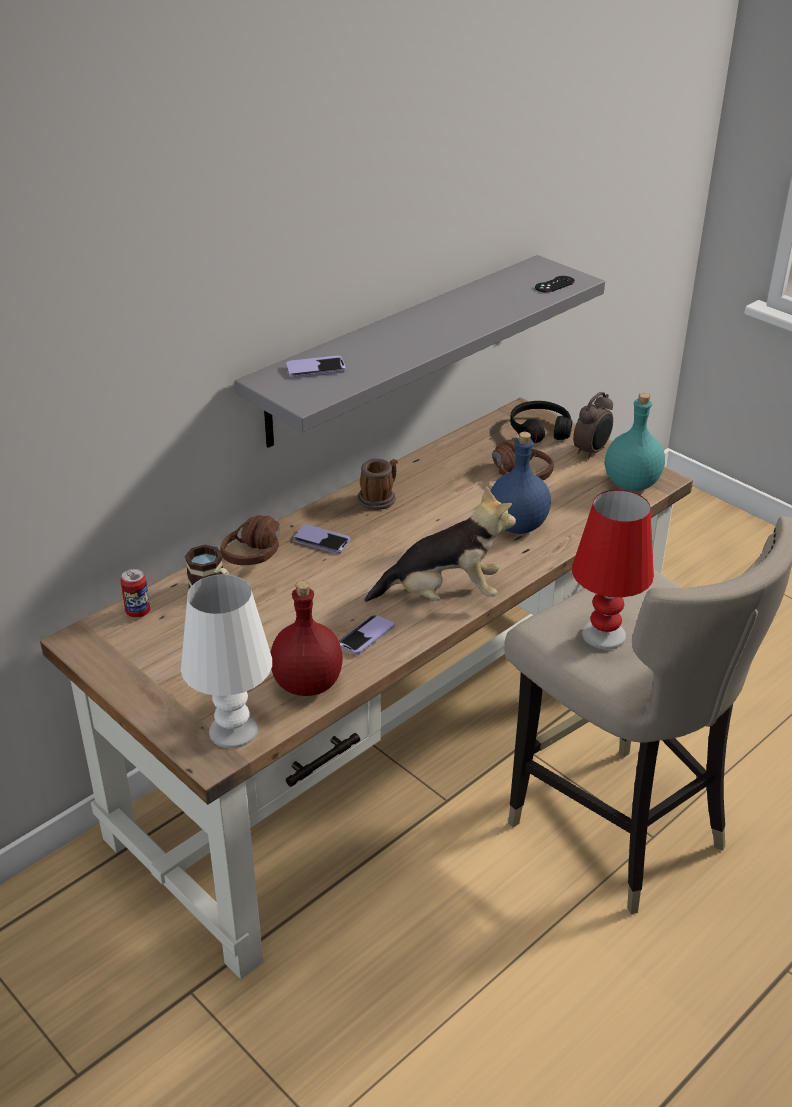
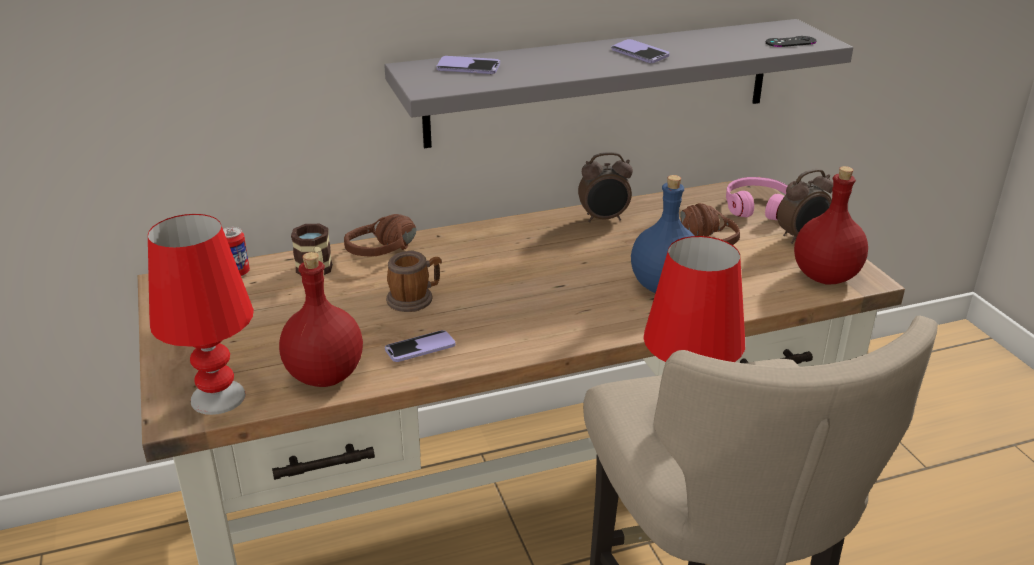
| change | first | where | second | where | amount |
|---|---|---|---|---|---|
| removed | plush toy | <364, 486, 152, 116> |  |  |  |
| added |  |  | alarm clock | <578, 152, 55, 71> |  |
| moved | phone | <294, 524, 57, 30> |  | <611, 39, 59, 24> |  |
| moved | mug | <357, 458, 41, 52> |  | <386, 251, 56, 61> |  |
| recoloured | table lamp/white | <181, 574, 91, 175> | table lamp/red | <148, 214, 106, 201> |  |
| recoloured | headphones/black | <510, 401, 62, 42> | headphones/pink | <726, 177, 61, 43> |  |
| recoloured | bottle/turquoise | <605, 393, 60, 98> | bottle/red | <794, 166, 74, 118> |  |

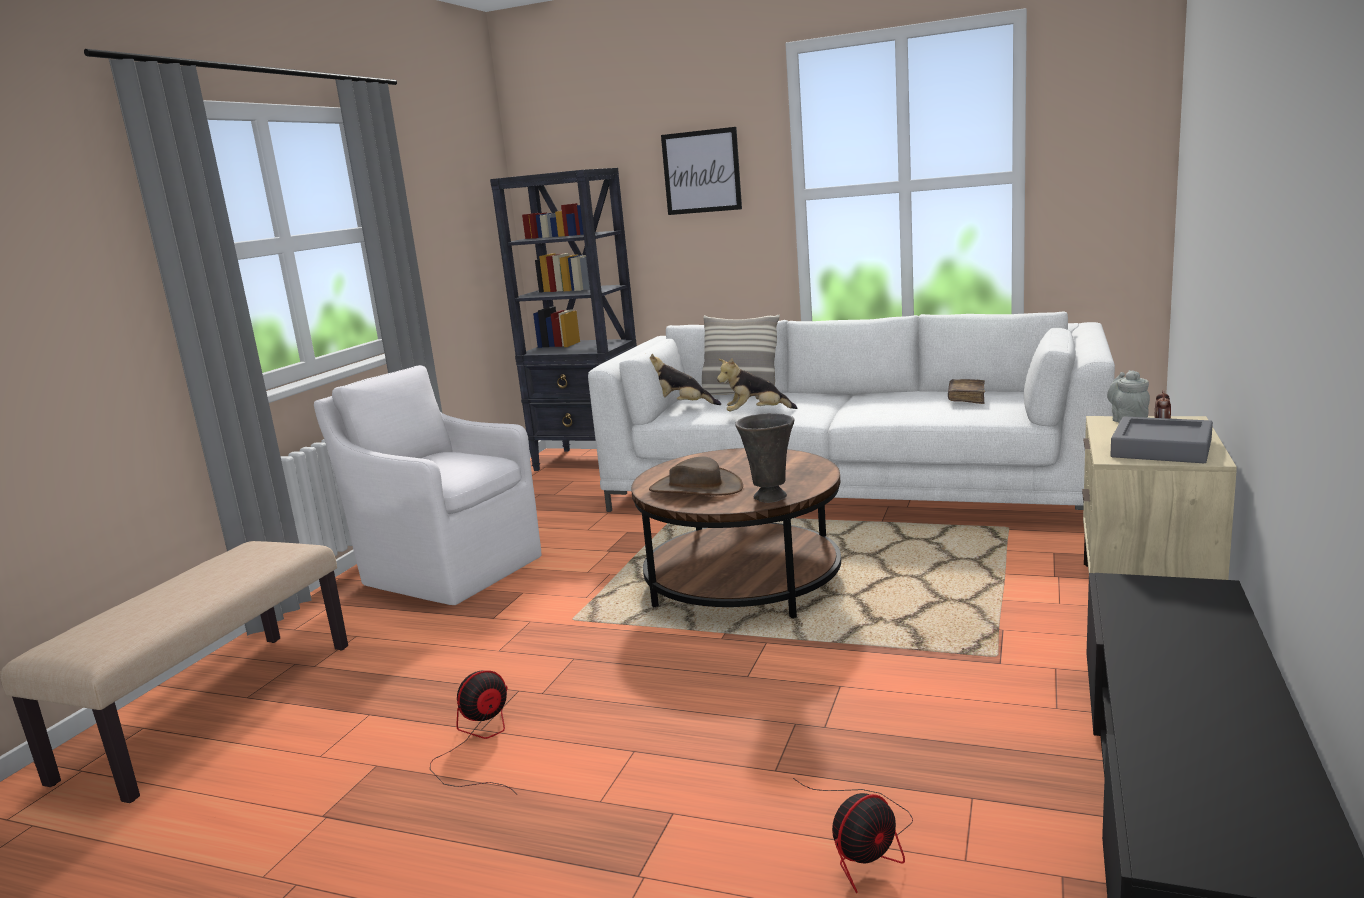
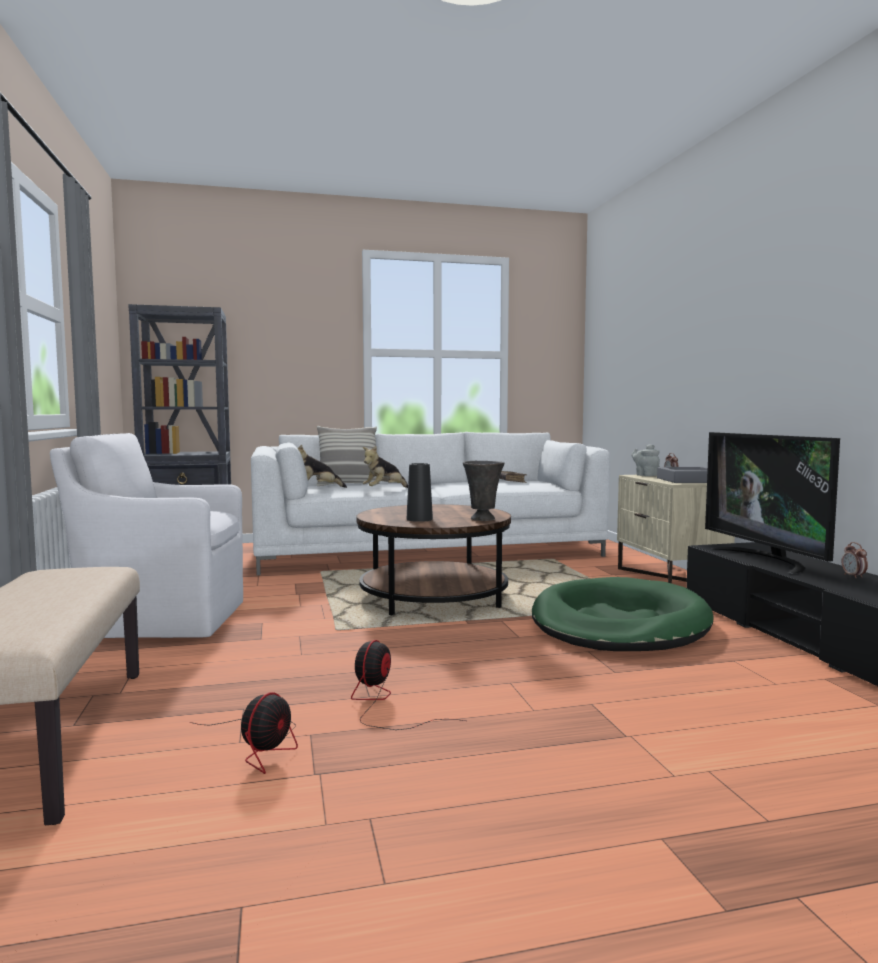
| change | first | where | second | where | amount |
|---|---|---|---|---|---|
| removed | picture | <661, 127, 81, 88> |  |  |  |
| added |  |  | dog bed/green | <532, 577, 182, 74> |  |
| added |  |  | television | <705, 432, 135, 142> |  |
| added |  |  | alarm clock | <841, 542, 27, 36> |  |
| moved | fan | <793, 778, 120, 115> |  | <190, 692, 108, 82> |  |
| replaced | hat/brown | <649, 457, 94, 39> | vase/black | <407, 463, 26, 59> |  |

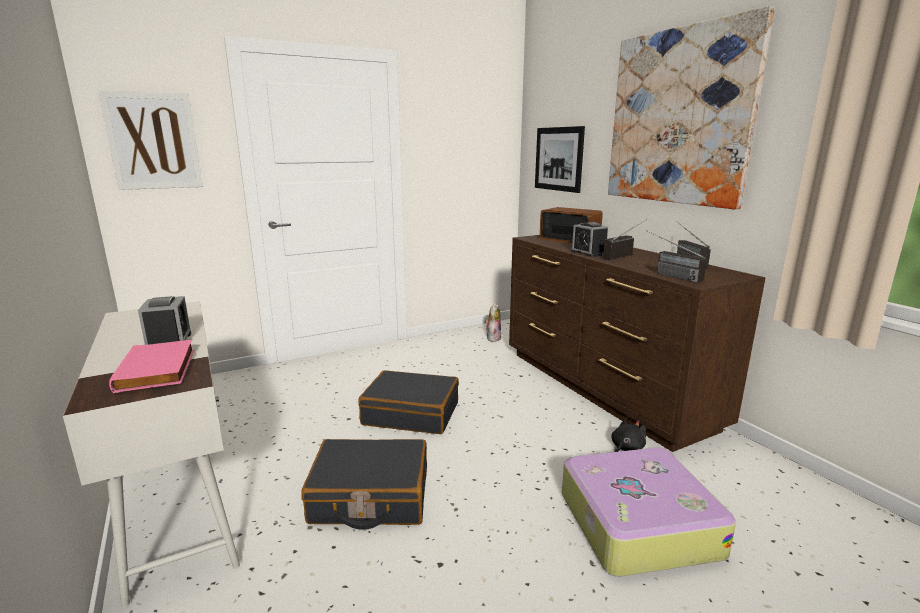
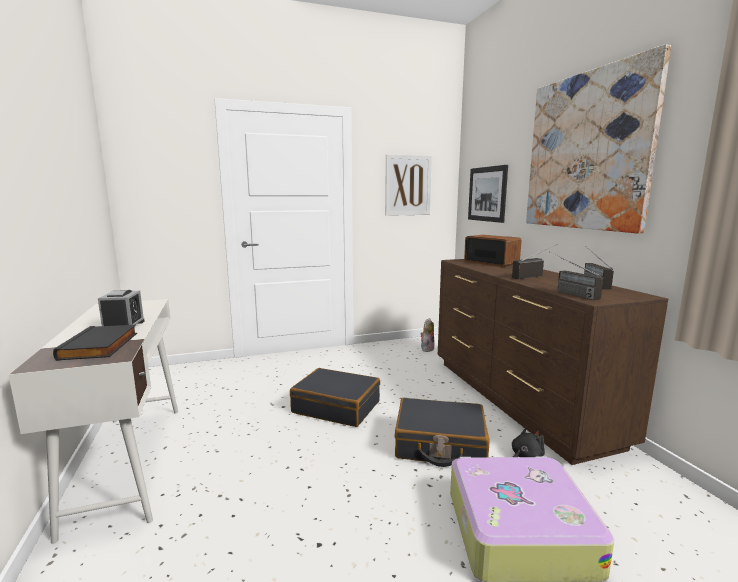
| change | first | where | second | where | amount |
|---|---|---|---|---|---|
| removed | alarm clock | <571, 222, 37, 35> |  |  |  |
| moved | picture | <98, 90, 105, 100> |  | <385, 154, 47, 62> |  |
| moved | suitcase/black | <301, 439, 126, 91> |  | <395, 398, 95, 69> |  |
| recoloured | book/pink | <109, 340, 85, 53> | book/black | <53, 325, 84, 36> |  |

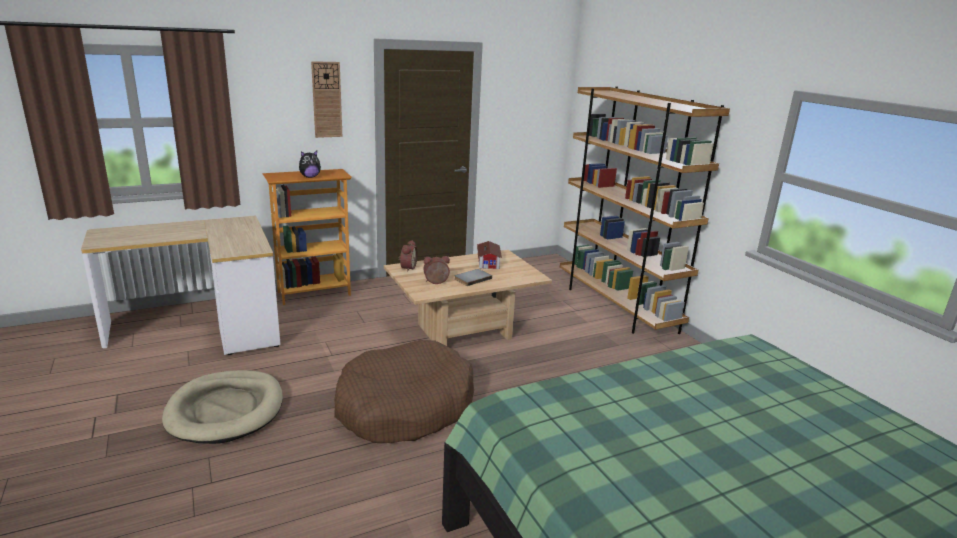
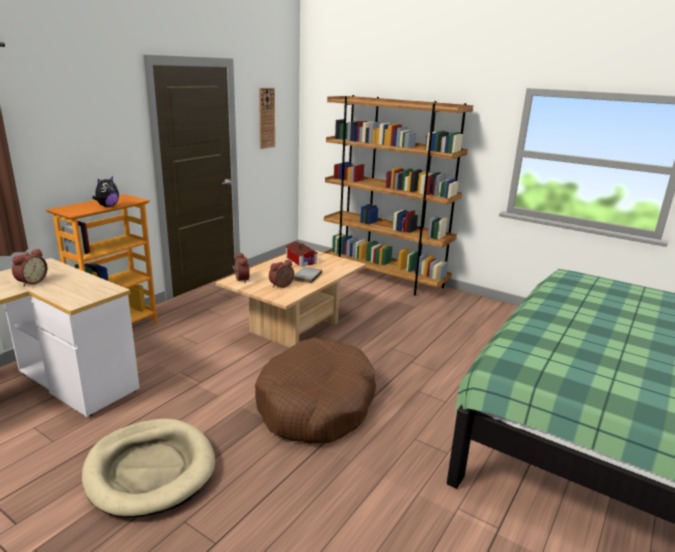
| change | first | where | second | where | amount |
|---|---|---|---|---|---|
| added |  |  | alarm clock | <12, 249, 35, 38> |  |
| moved | wall clock | <311, 61, 31, 77> |  | <259, 88, 16, 61> |  |

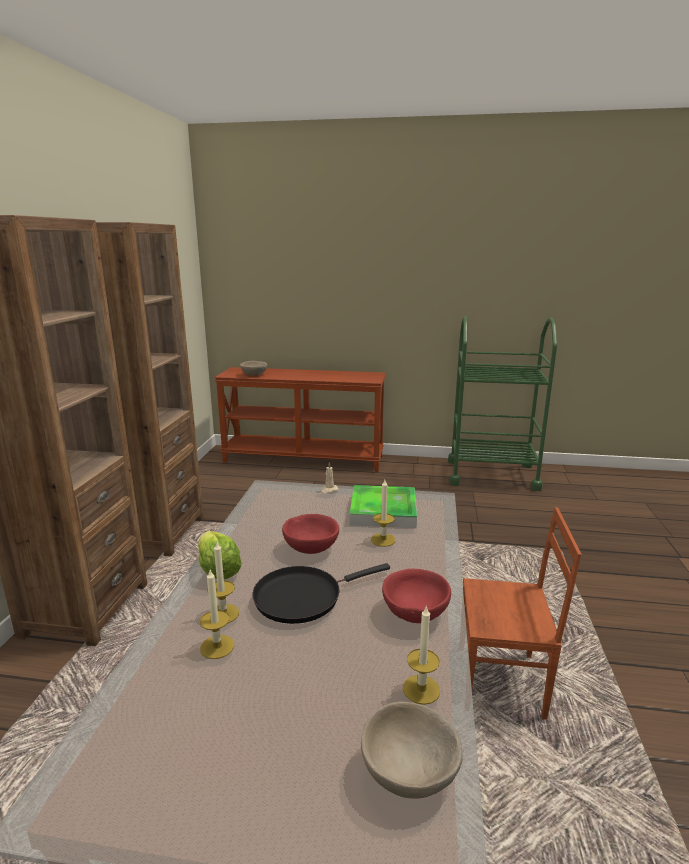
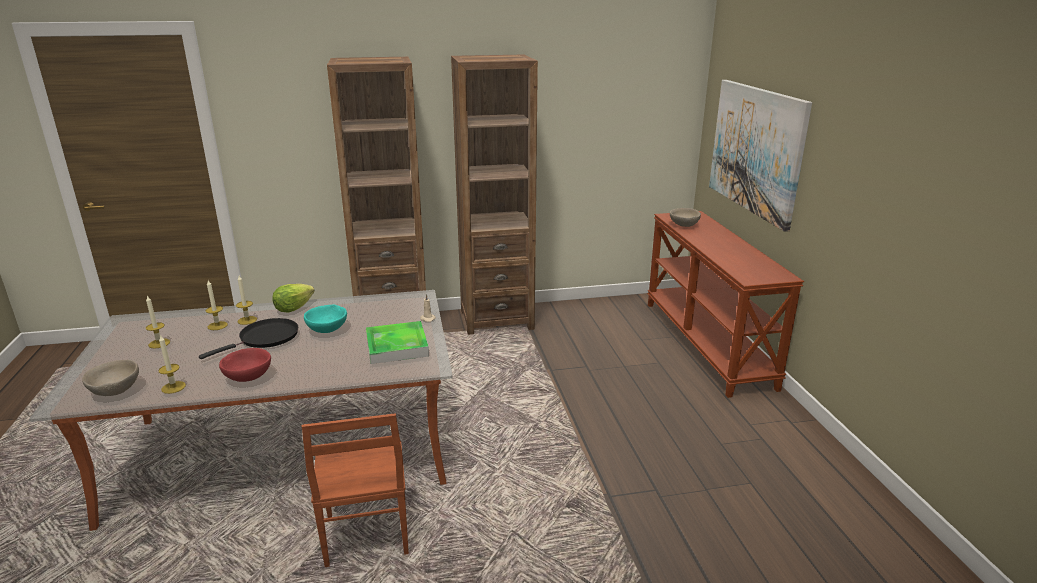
| change | first | where | second | where | amount |
|---|---|---|---|---|---|
| removed | cart/green | <448, 316, 109, 175> |  |  |  |
| added |  |  | picture | <709, 80, 103, 152> |  |
| moved | candle | <371, 480, 25, 67> |  | <146, 295, 24, 53> |  |
| recoloured | bowl/red | <282, 514, 57, 40> | bowl/turquoise | <304, 304, 43, 29> |  |
| turned | frying pan/black | <252, 563, 138, 61> |  | <199, 318, 99, 41> | 90 degrees clockwise |

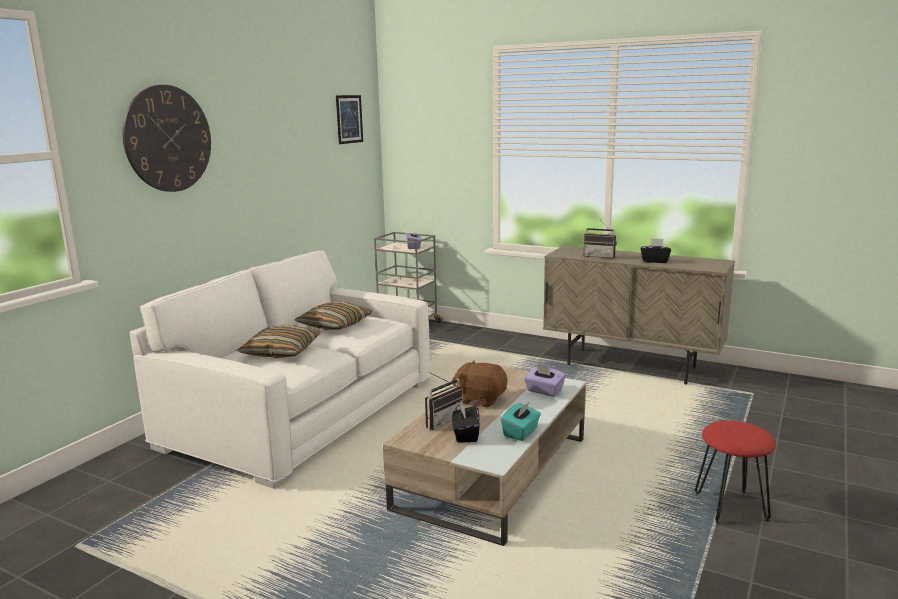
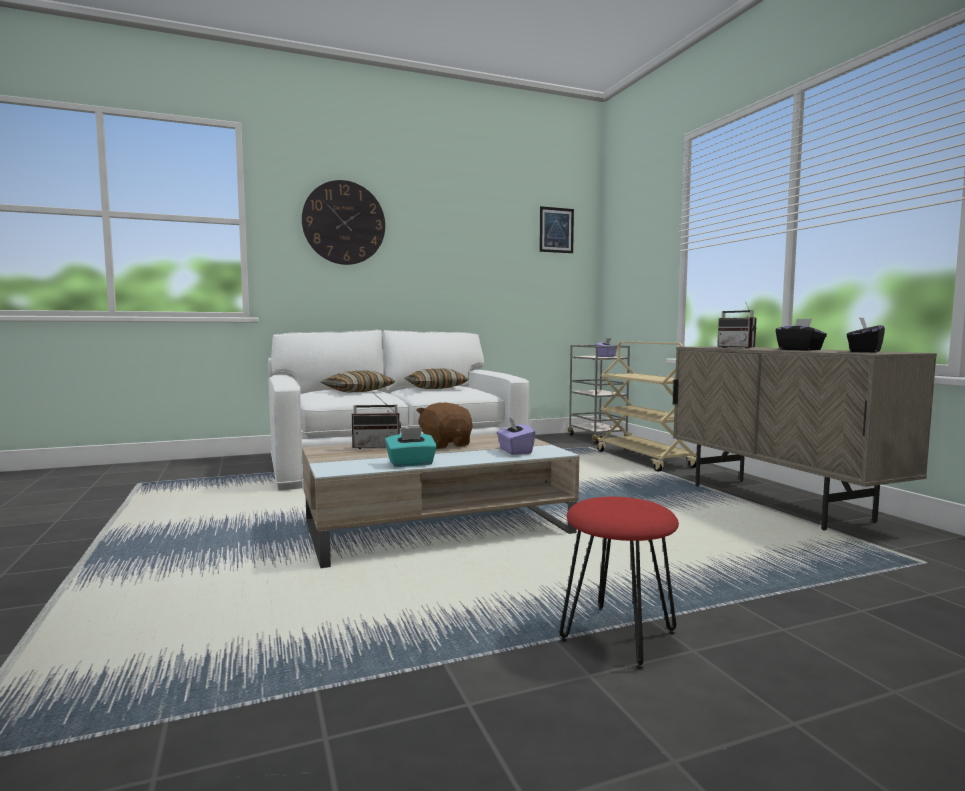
| change | first | where | second | where | amount |
|---|---|---|---|---|---|
| added |  |  | cart/beige | <598, 341, 99, 131> |  |
| moved | tissue box/black | <452, 403, 28, 39> |  | <847, 317, 38, 35> |  |

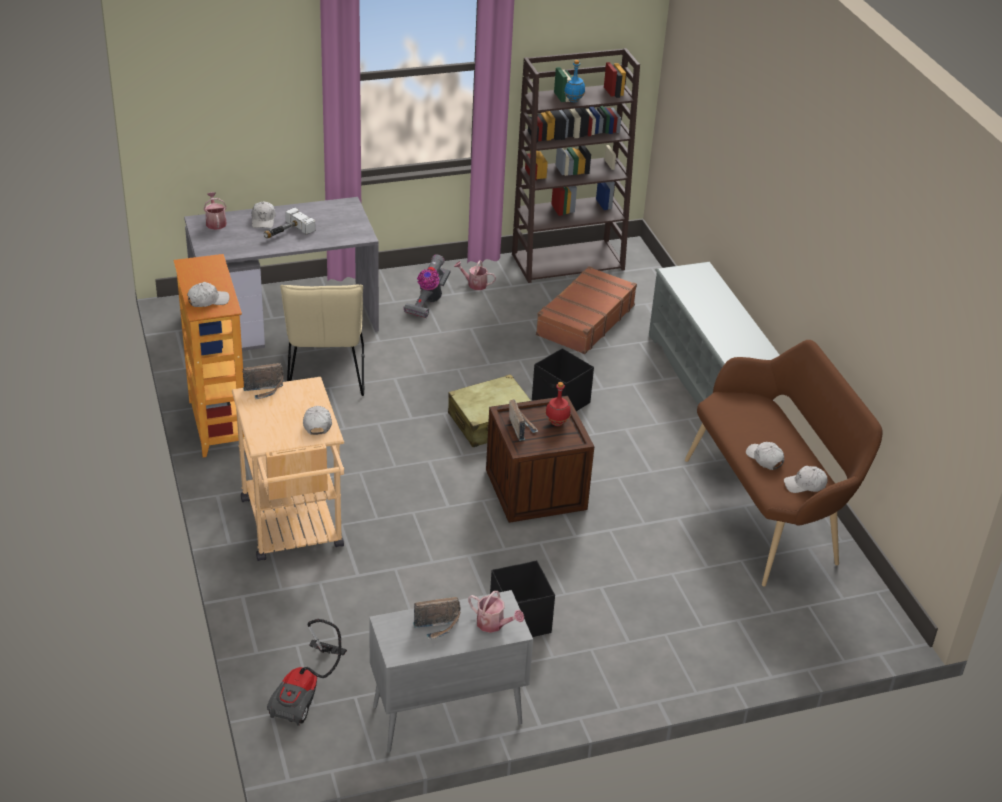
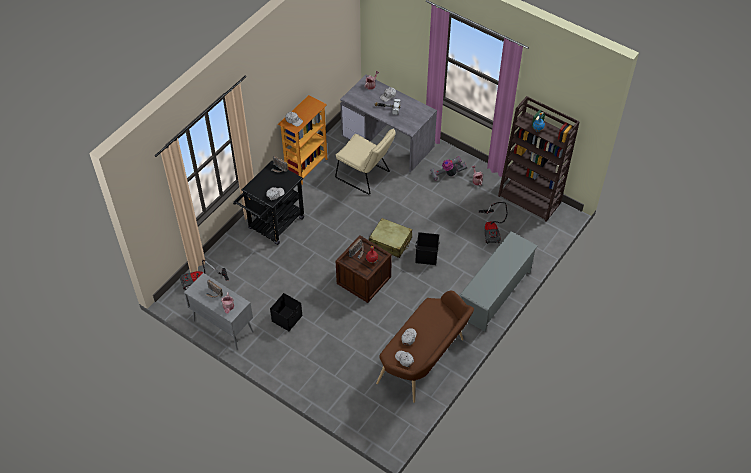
| change | first | where | second | where | amount |
|---|---|---|---|---|---|
| replaced | suitcase/brown | <536, 266, 101, 88> | vacuum cleaner | <479, 202, 29, 42> |  |
| recoloured | cart/beige | <232, 377, 112, 184> | cart/black | <233, 161, 71, 84> |  |
| turned | chair/beige | <280, 285, 85, 111> |  | <335, 128, 61, 67> | 105 degrees counterclockwise |

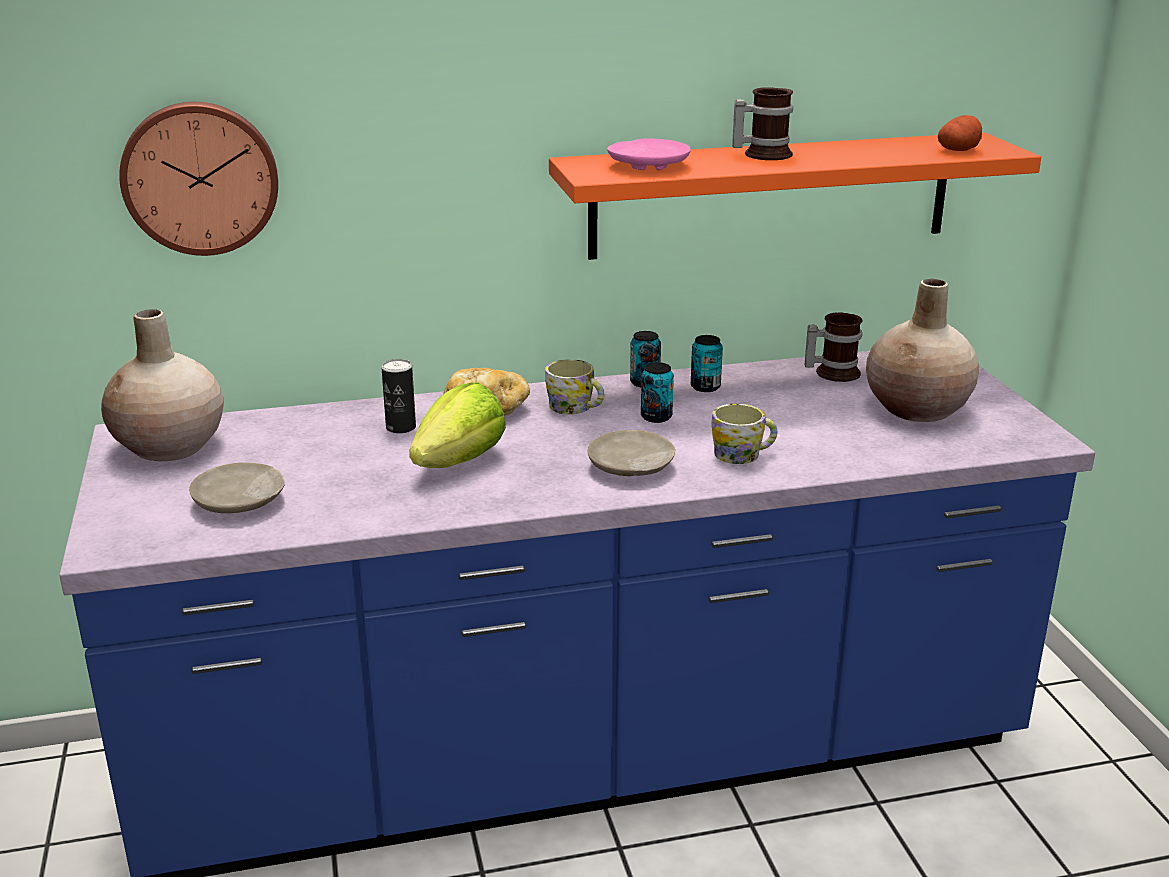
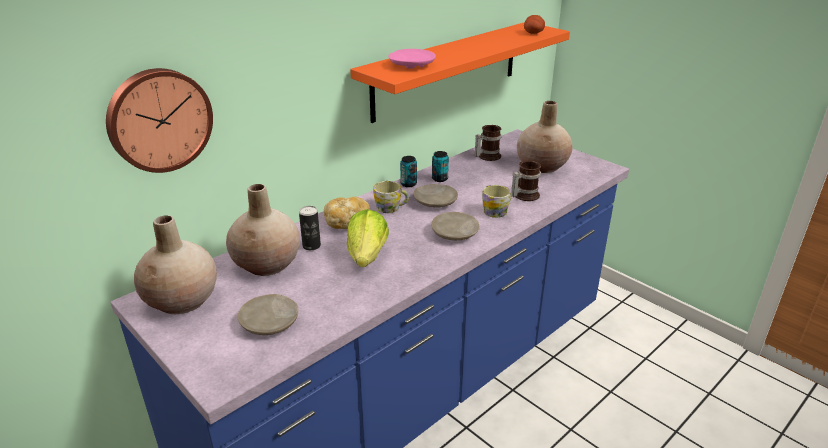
| change | first | where | second | where | amount |
|---|---|---|---|---|---|
| added |  |  | vase/beige | <226, 184, 74, 92> |  |
| moved | mug | <732, 87, 61, 73> |  | <511, 160, 30, 41> |  |
| replaced | can | <641, 362, 33, 61> | plate/beige | <414, 184, 44, 23> |  |

